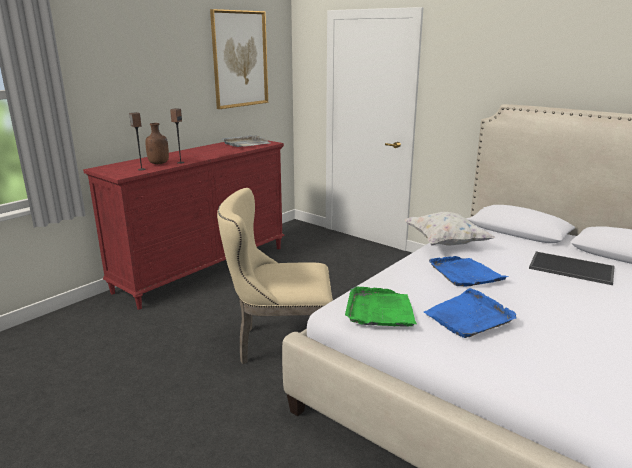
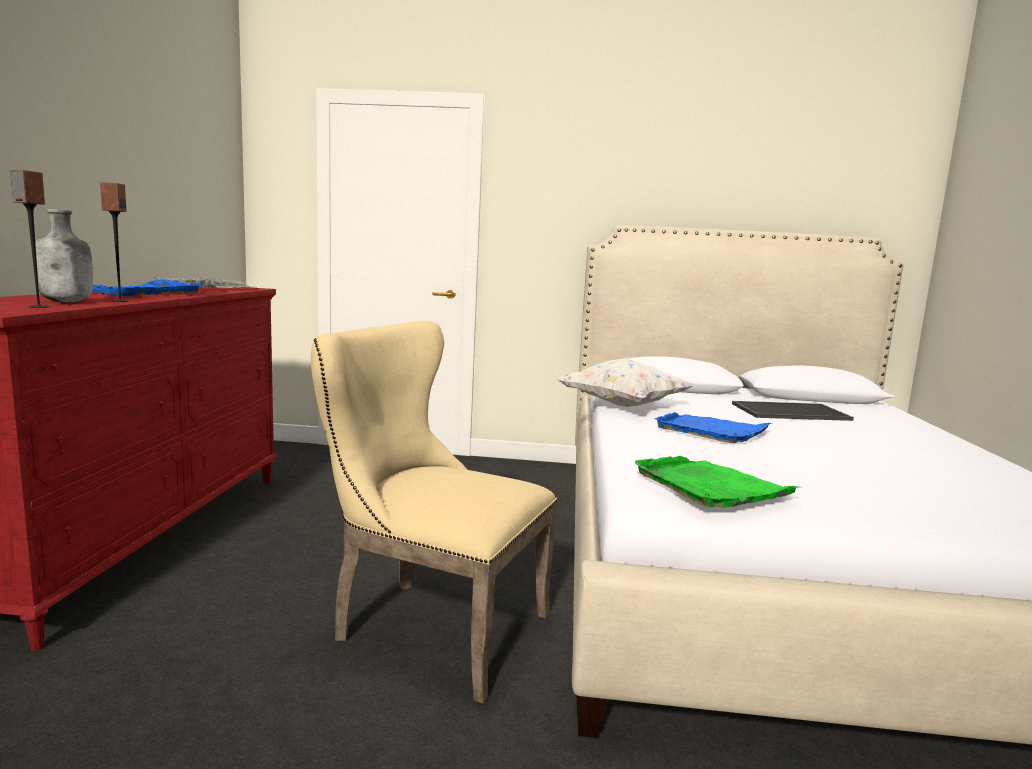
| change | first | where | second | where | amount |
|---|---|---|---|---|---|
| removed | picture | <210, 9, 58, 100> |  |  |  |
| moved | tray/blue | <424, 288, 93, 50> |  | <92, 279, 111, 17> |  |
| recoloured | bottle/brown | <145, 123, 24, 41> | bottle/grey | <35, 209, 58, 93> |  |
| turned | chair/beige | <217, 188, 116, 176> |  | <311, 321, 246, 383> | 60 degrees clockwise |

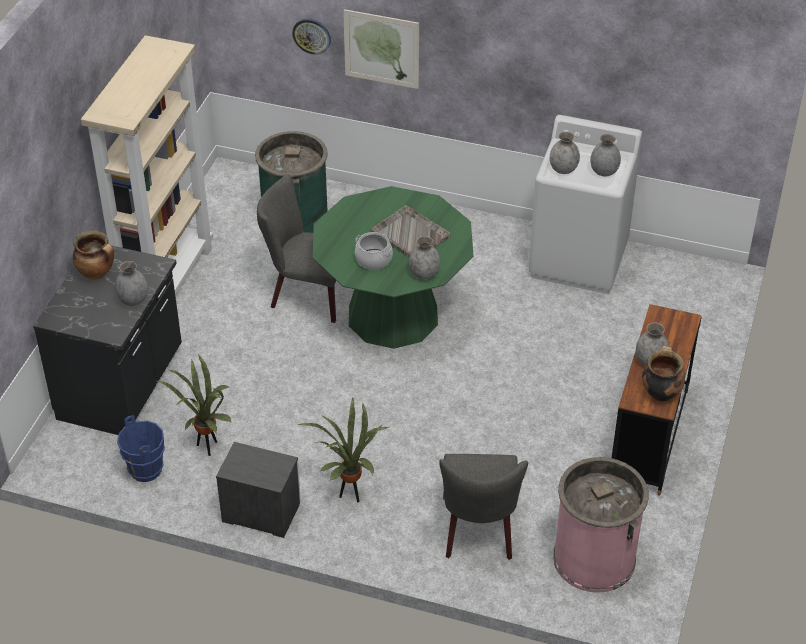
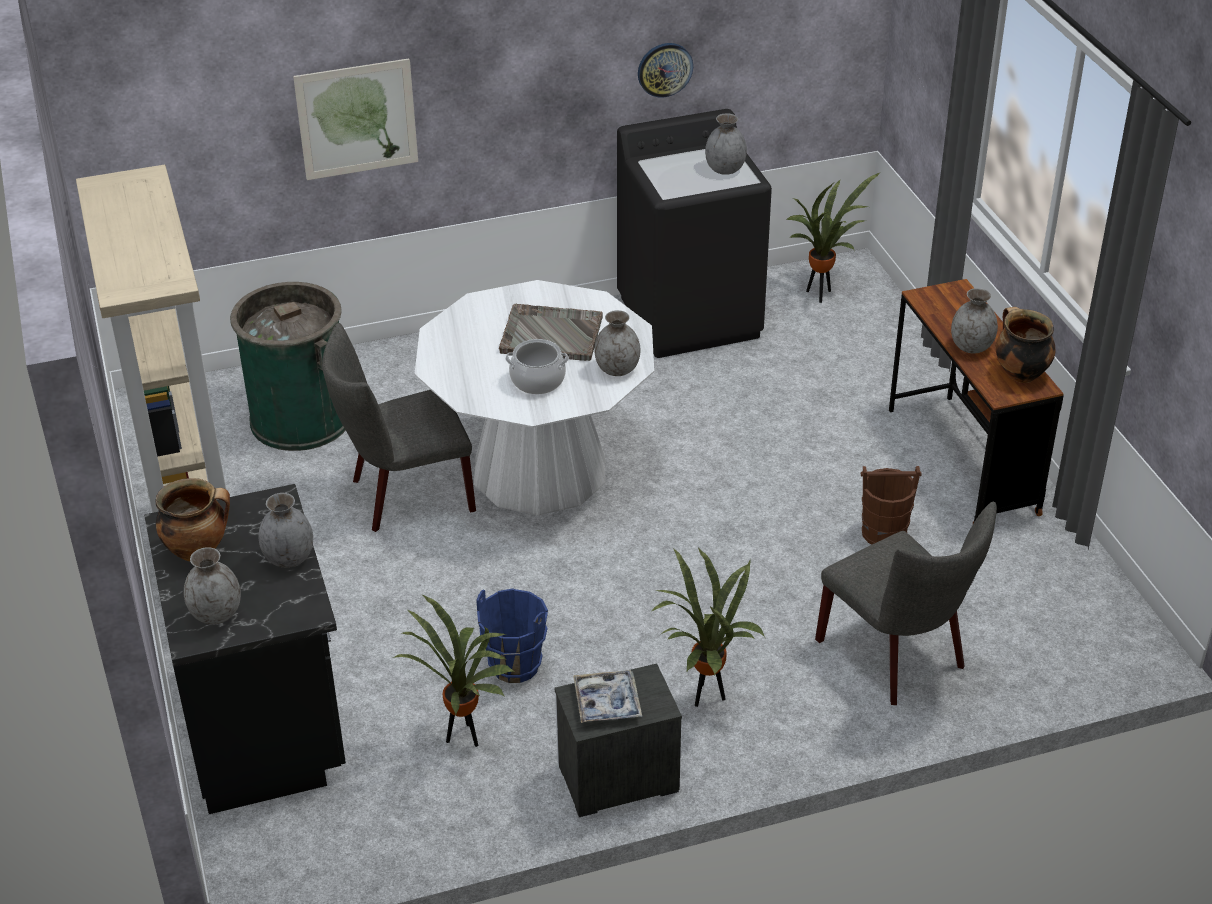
| change | first | where | second | where | amount |
|---|---|---|---|---|---|
| removed | trash can/pink | <553, 457, 96, 136> |  |  |  |
| added |  |  | tray | <573, 670, 69, 53> |  |
| added |  |  | potted plant | <785, 172, 96, 131> |  |
| added |  |  | bucket/brown | <861, 466, 60, 78> |  |
| moved | bucket/blue | <117, 415, 48, 67> |  | <476, 588, 72, 95> |  |
| moved | wall clock | <292, 19, 39, 35> |  | <638, 43, 55, 55> |  |
| moved | vase/grey | <550, 131, 30, 43> |  | <184, 547, 57, 77> |  |
| recoloured | dining table/green | <313, 186, 161, 163> | dining table/white | <414, 280, 240, 235> |  |
| recoloured | washing machine/white | <529, 115, 113, 179> | washing machine/black | <617, 109, 155, 249> |  |

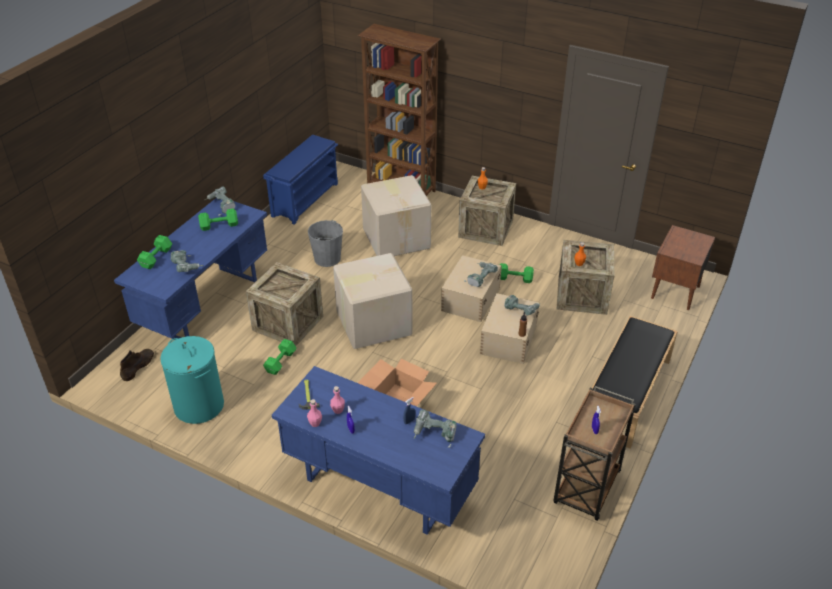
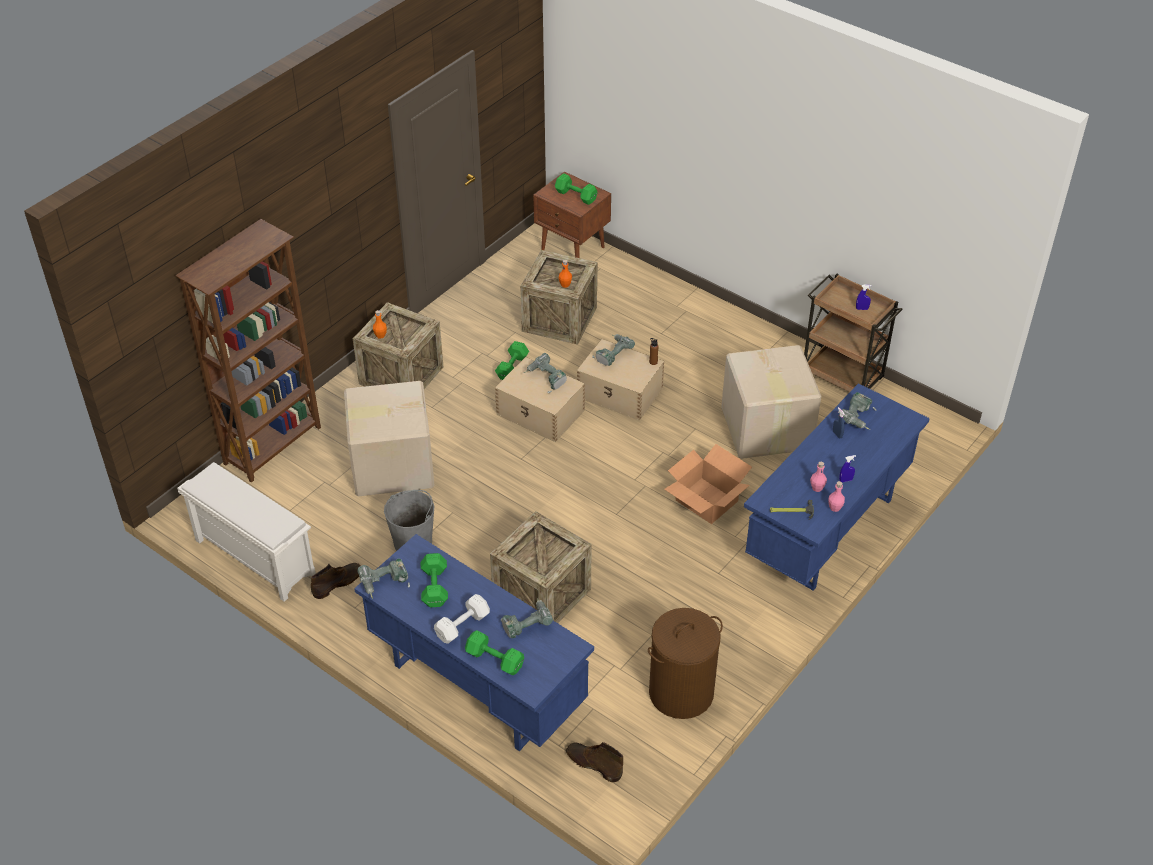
| change | first | where | second | where | amount |
|---|---|---|---|---|---|
| removed | bench/black | <592, 316, 86, 133> |  |  |  |
| added |  |  | boot/brown | <311, 563, 50, 36> |  |
| added |  |  | dumbbell/white | <434, 594, 56, 50> |  |
| moved | dumbbell/green | <263, 339, 34, 36> |  | <555, 173, 43, 32> |  |
| moved | cardboard box | <333, 253, 79, 96> |  | <721, 345, 100, 114> |  |
| recoloured | laundry basket/turquoise | <161, 336, 63, 88> | laundry basket/brown | <648, 608, 75, 111> |  |
| recoloured | shoe rack/blue | <263, 135, 75, 90> | shoe rack/white | <177, 462, 139, 140> |  |

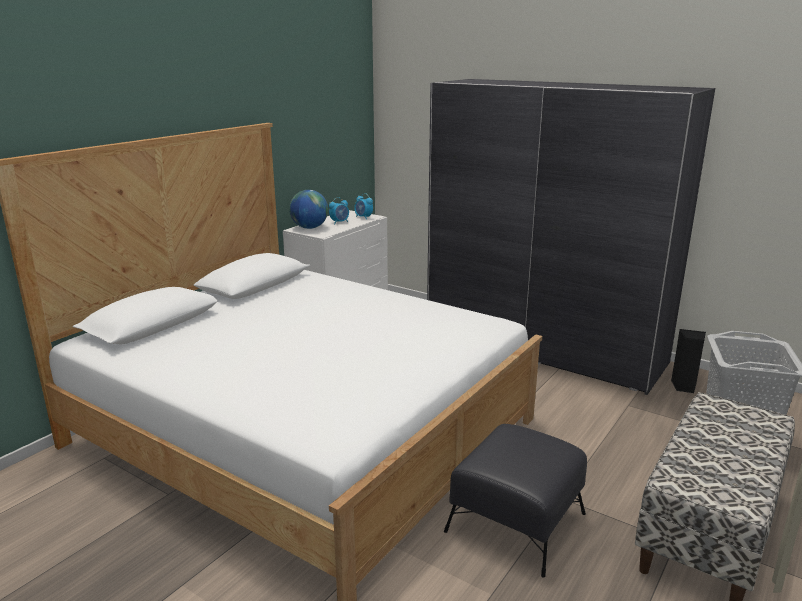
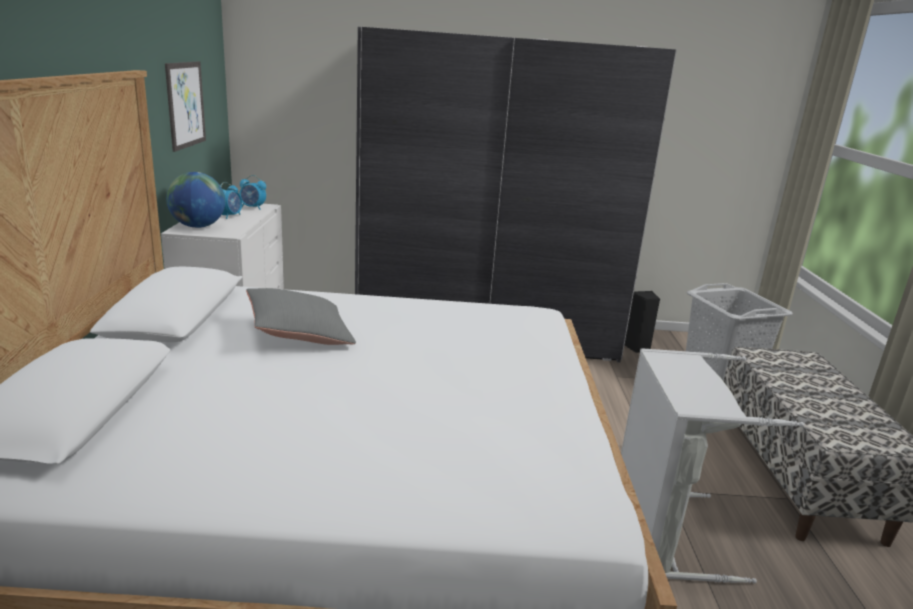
| change | first | where | second | where | amount |
|---|---|---|---|---|---|
| added |  |  | picture | <165, 61, 41, 91> |  |
| added |  |  | pillow/grey | <246, 288, 110, 57> |  |
| replaced | ottoman/black | <444, 424, 143, 154> | laundry basket/grey | <621, 348, 183, 235> |  |

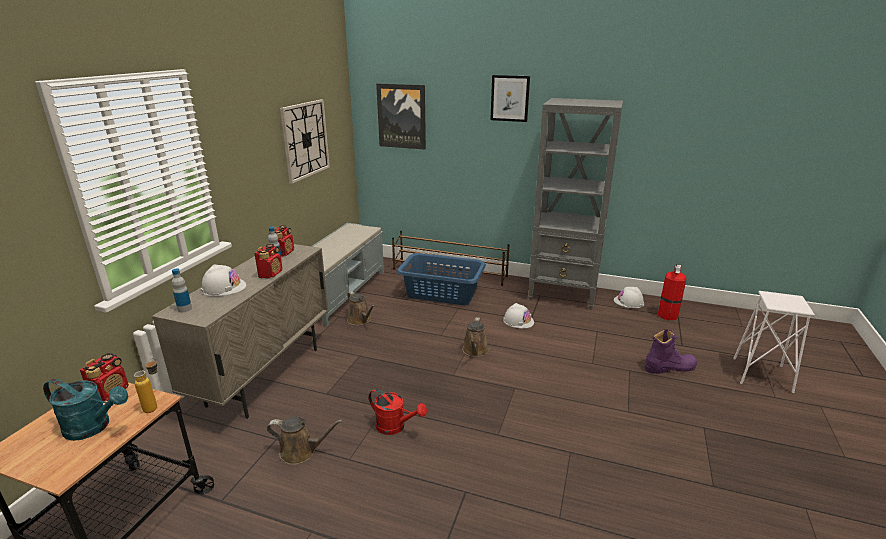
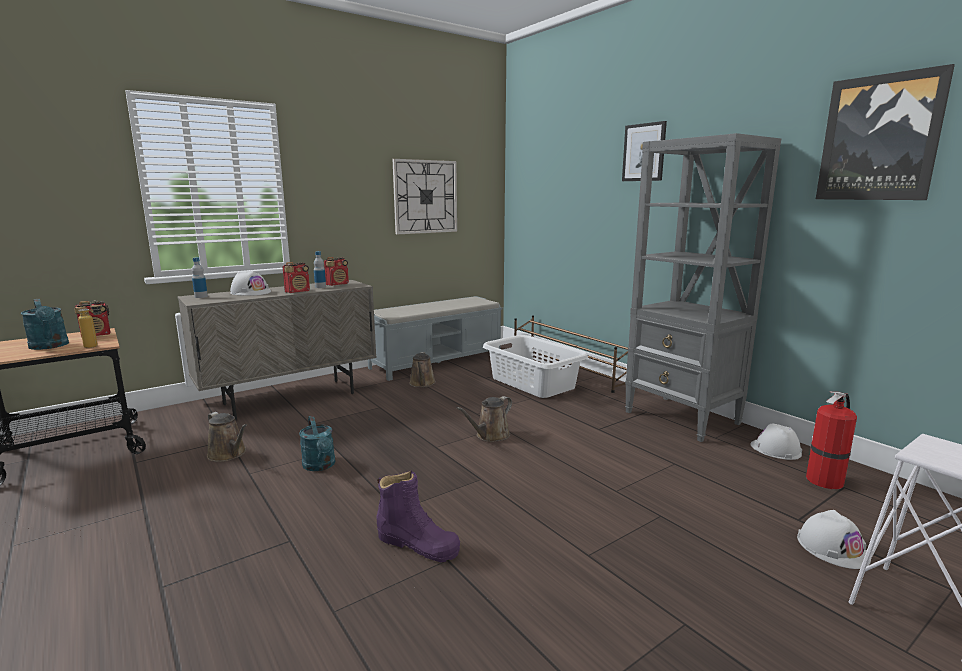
| change | first | where | second | where | amount |
|---|---|---|---|---|---|
| moved | picture | <376, 83, 50, 67> |  | <816, 64, 139, 136> |  |
| moved | hard hat/white | <503, 303, 31, 25> |  | <797, 510, 74, 59> |  |
| moved | boot/purple | <645, 329, 52, 45> |  | <376, 471, 84, 91> |  |
| recoloured | watering can/red | <369, 389, 58, 46> | watering can/turquoise | <299, 416, 36, 55> |  |
| recoloured | laundry basket/blue | <397, 253, 89, 52> | laundry basket/white | <483, 335, 105, 63> |  |

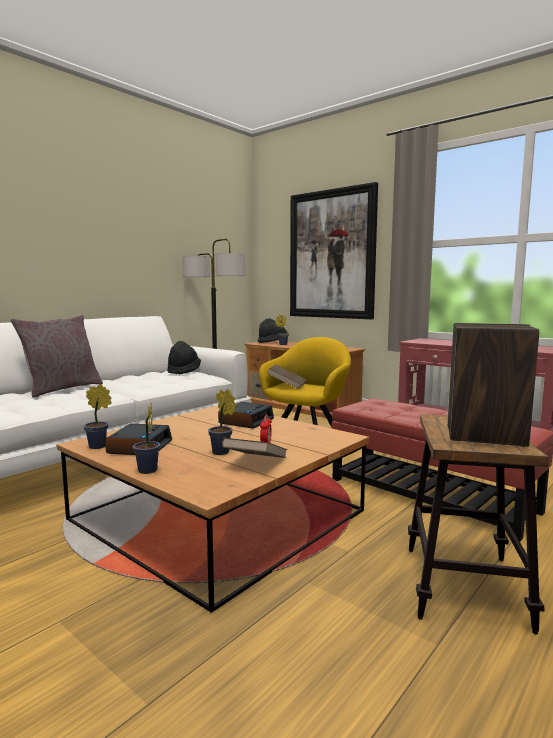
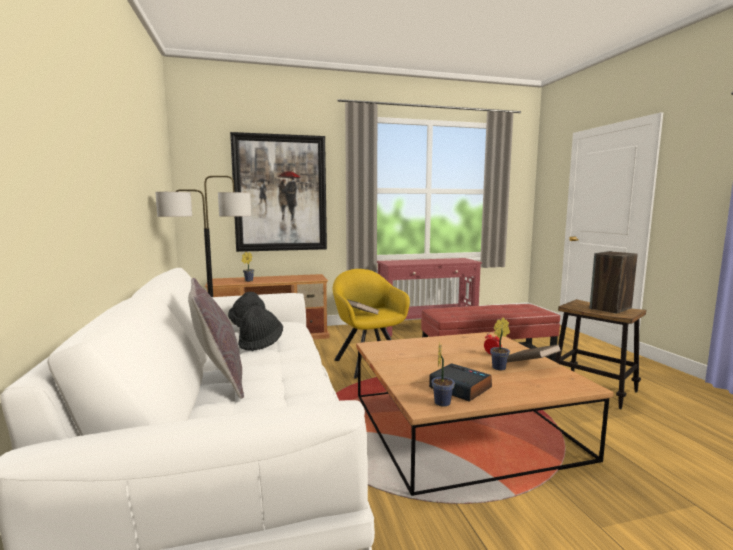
| change | first | where | second | where | amount |
|---|---|---|---|---|---|
| removed | potted plant | <133, 402, 27, 72> |  |  |  |
| removed | alarm clock | <218, 402, 56, 27> |  |  |  |
| moved | hat/black | <258, 318, 29, 25> |  | <238, 305, 45, 46> |  |

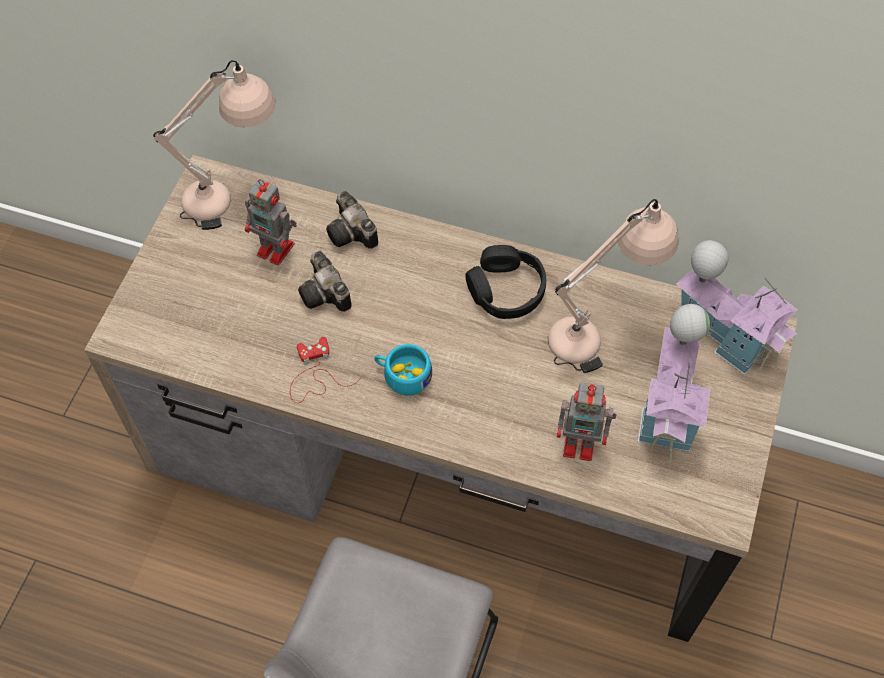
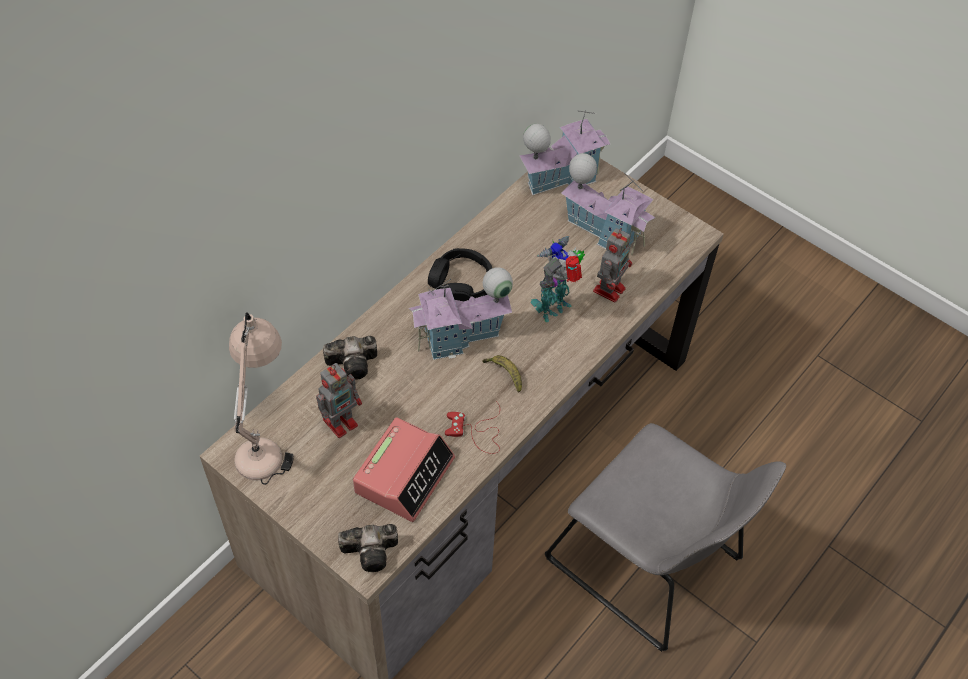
| change | first | where | second | where | amount |
|---|---|---|---|---|---|
| removed | table lamp/beige | <548, 199, 131, 174> |  |  |  |
| added |  |  | alarm clock | <353, 417, 102, 105> |  |
| added |  |  | toy house | <409, 267, 104, 93> |  |
| added |  |  | toy robot | <530, 236, 55, 86> |  |
| moved | photo camera | <298, 250, 54, 62> |  | <338, 524, 60, 48> |  |
| replaced | cup/turquoise | <375, 344, 57, 51> | banana | <483, 355, 39, 37> |  |

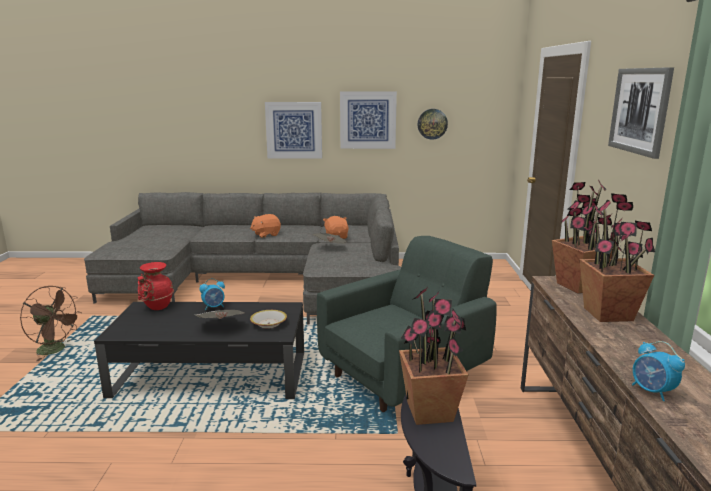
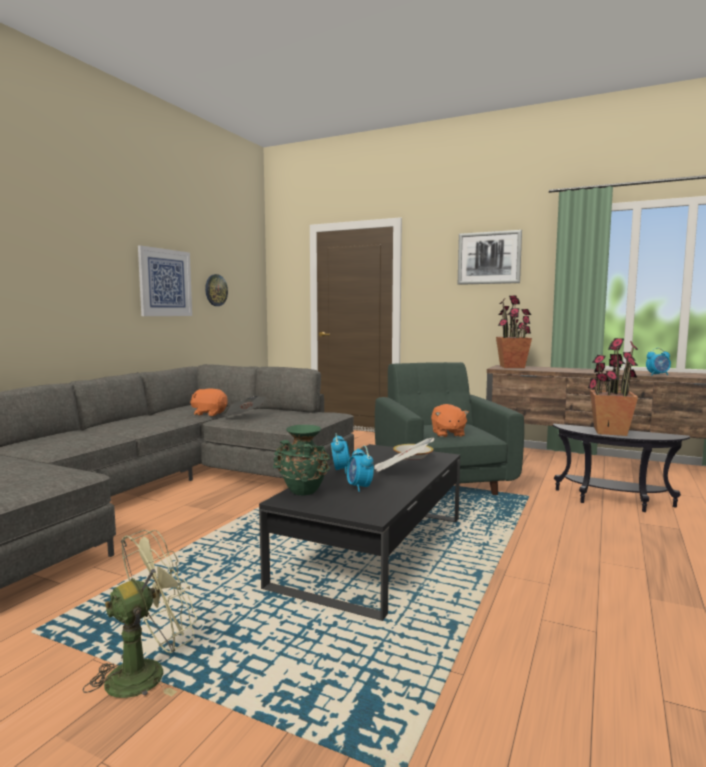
| change | first | where | second | where | amount |
|---|---|---|---|---|---|
| removed | picture | <265, 102, 57, 57> |  |  |  |
| removed | potted plant | <580, 193, 75, 129> |  |  |  |
| added |  |  | alarm clock | <347, 446, 27, 46> |  |
| moved | plush toy/orange | <250, 214, 31, 24> |  | <431, 404, 38, 33> |  |
| recoloured | fan/brown | <20, 286, 62, 75> | fan/green | <83, 530, 114, 168> |  |
| recoloured | vase/red | <137, 262, 37, 48> | vase/green | <273, 425, 57, 71> |  |

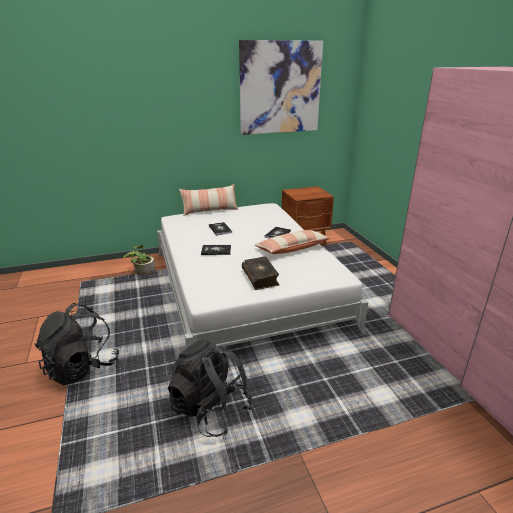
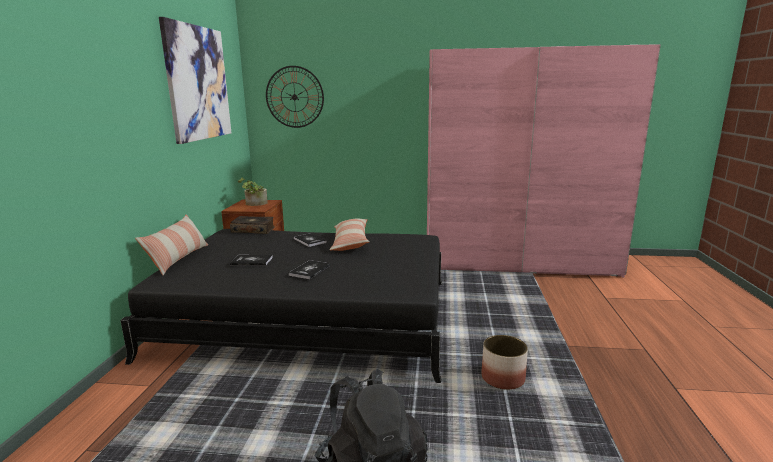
| change | first | where | second | where | amount |
|---|---|---|---|---|---|
| added |  |  | wall clock | <266, 66, 58, 62> |  |
| moved | potted plant | <124, 245, 31, 30> |  | <238, 177, 29, 29> |  |
| moved | book | <242, 257, 38, 33> |  | <230, 216, 45, 18> |  |
| replaced | backpack/black | <168, 339, 85, 98> | planter | <481, 335, 47, 55> |  |
| recoloured | bed/white | <157, 203, 211, 146> | bed/black | <120, 229, 322, 154> |  |

